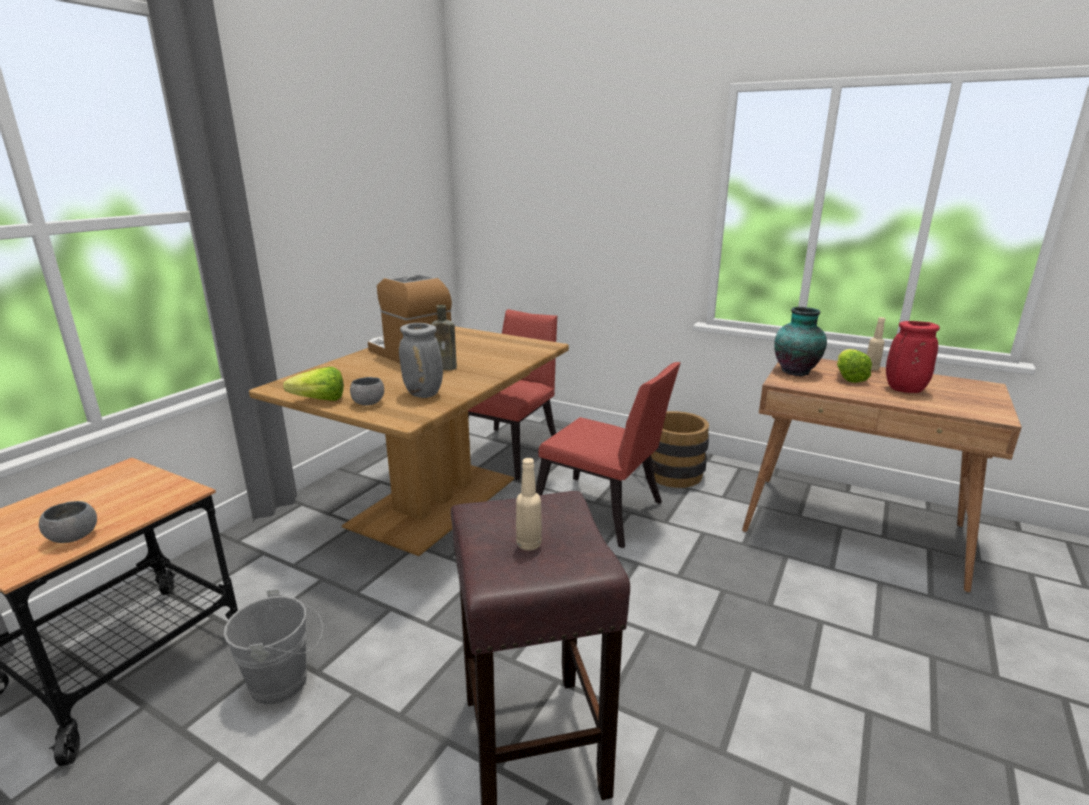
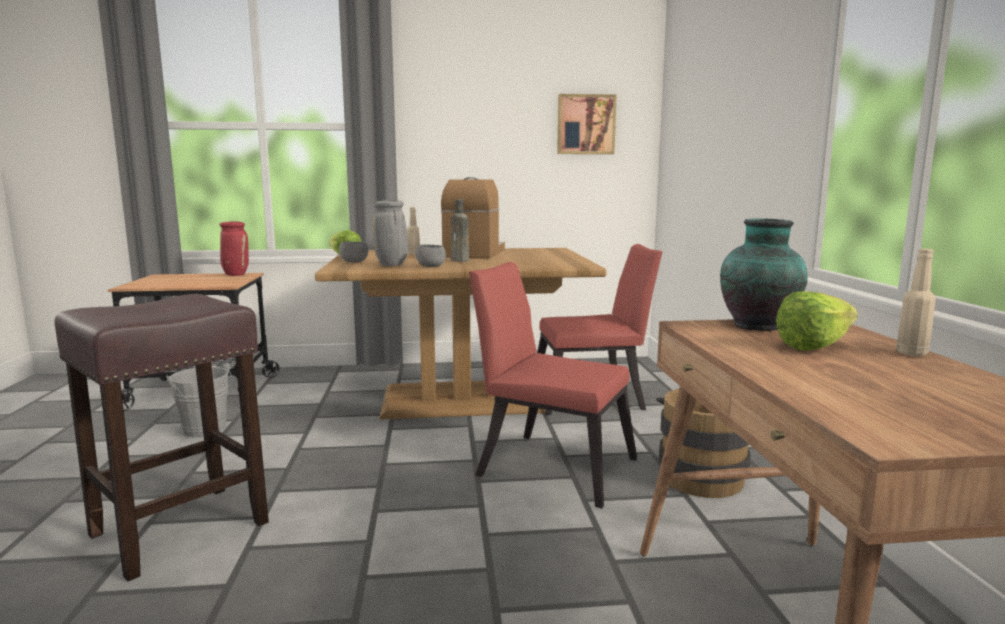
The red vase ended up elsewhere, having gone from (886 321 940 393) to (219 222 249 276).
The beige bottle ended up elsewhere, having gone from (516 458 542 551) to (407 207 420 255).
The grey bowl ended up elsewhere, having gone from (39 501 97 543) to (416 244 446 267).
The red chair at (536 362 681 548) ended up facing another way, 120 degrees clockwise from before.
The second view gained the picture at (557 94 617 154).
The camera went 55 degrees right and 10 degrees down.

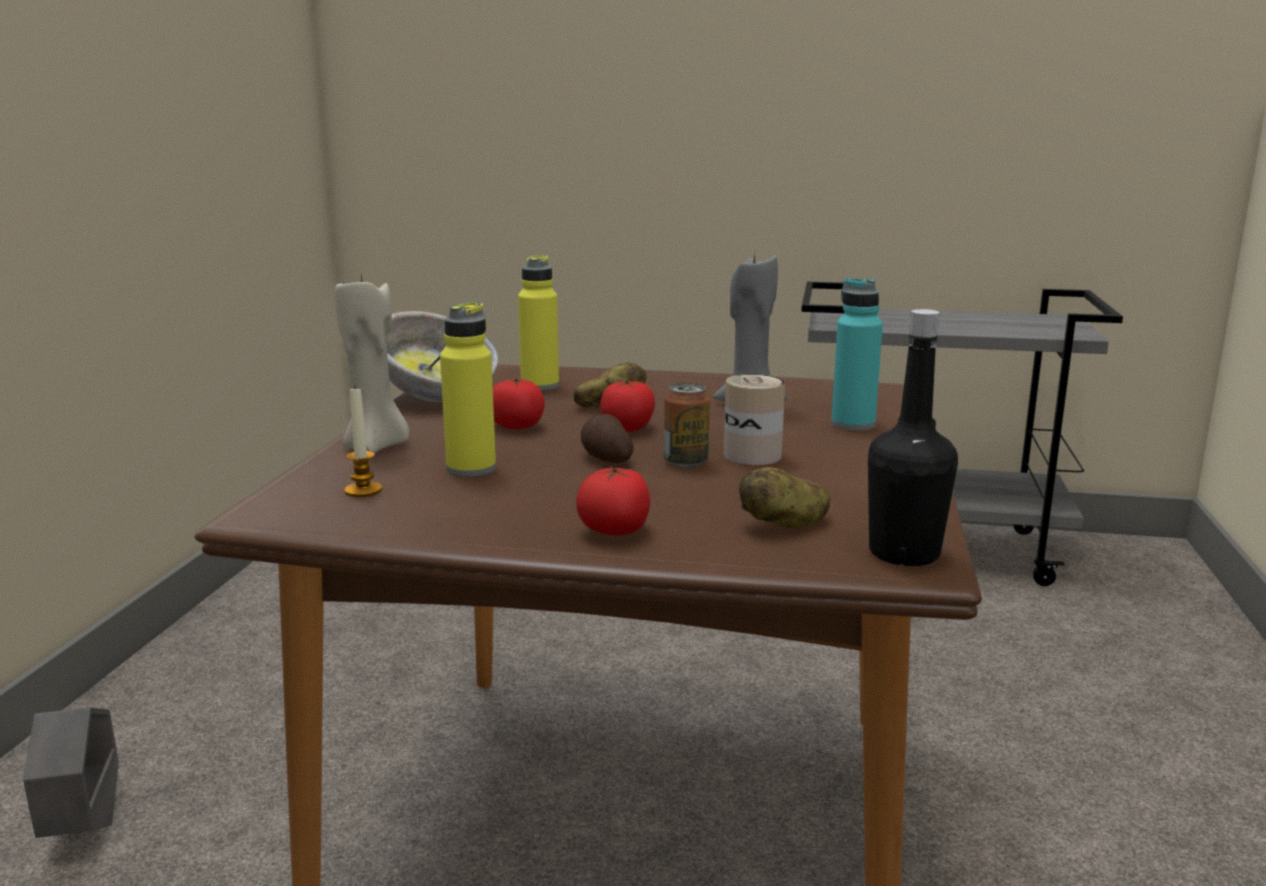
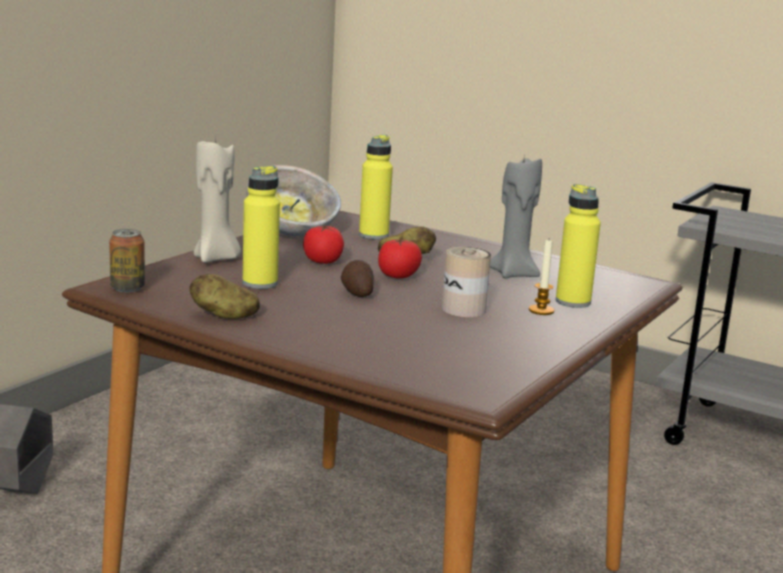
The can ended up elsewhere, having gone from (664 383 710 467) to (109 229 145 293).
The potato ended up elsewhere, having gone from (739 467 830 528) to (189 274 260 319).
The candle ended up elsewhere, having gone from (345 385 382 497) to (529 240 554 315).
What was the turquoise bottle at (831 278 883 431) turned into the yellow bottle at (556 184 601 308).
The second view lost the tomato at (576 466 650 535).
The second view lost the black bottle at (868 309 958 566).
The camera went 20 degrees right and 0 degrees up.

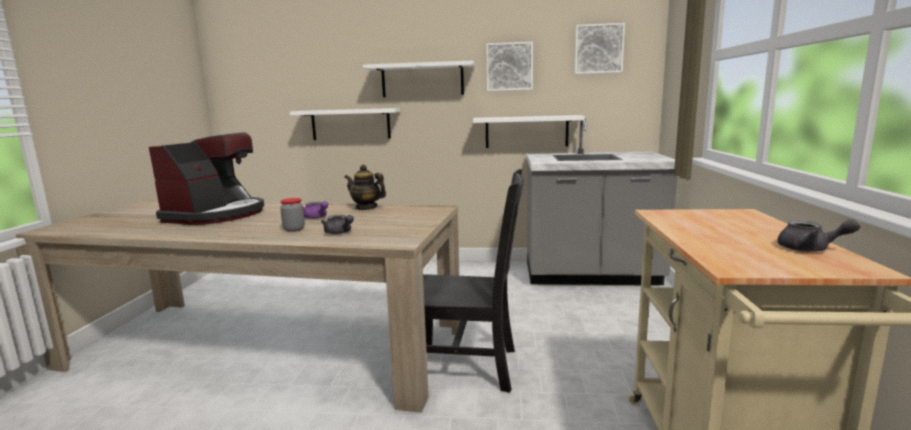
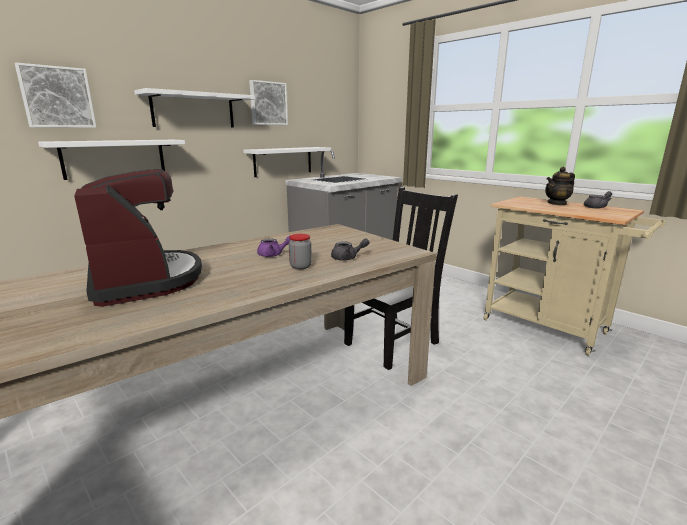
The picture ended up elsewhere, having gone from (574 23 625 74) to (15 63 96 128).
The teapot ended up elsewhere, having gone from (344 165 386 210) to (545 167 575 205).
The camera went 50 degrees left and 5 degrees up.

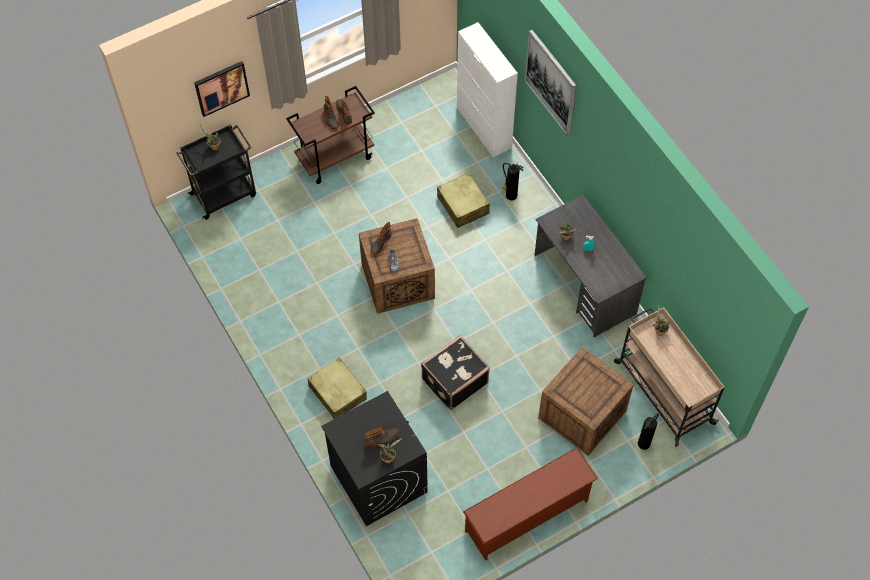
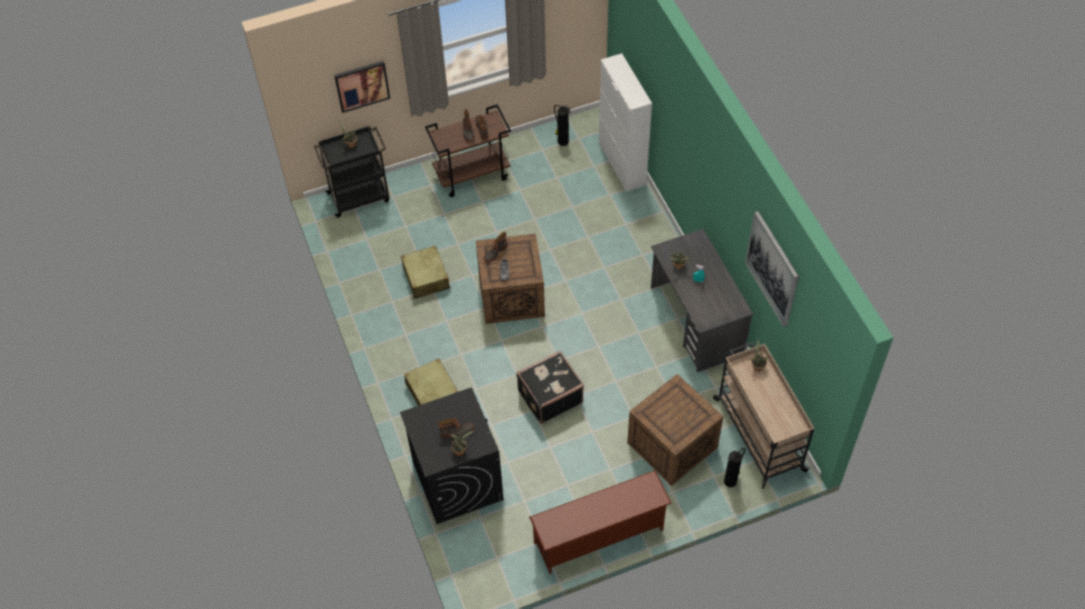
The beige suitcase ended up elsewhere, having gone from (437 173 490 228) to (401 245 450 299).
The fire extinguisher ended up elsewhere, having gone from (503 163 524 201) to (554 105 571 146).
The picture ended up elsewhere, having gone from (525 30 577 135) to (745 211 799 327).
The camera went 10 degrees right and 5 degrees down.

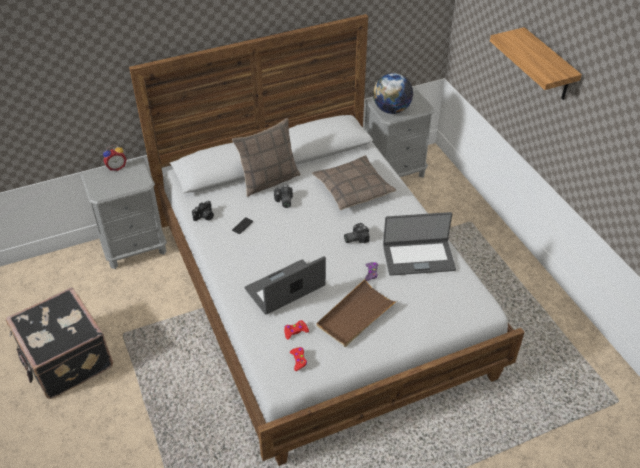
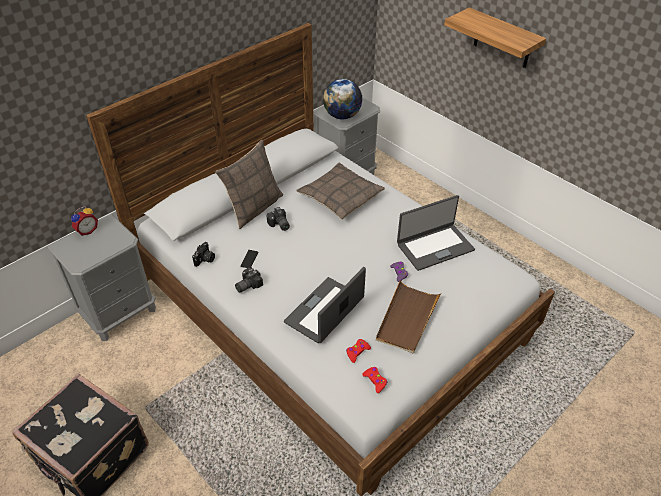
The photo camera ended up elsewhere, having gone from (344 223 370 243) to (235 267 263 293).
The camera went 20 degrees left and 0 degrees up.

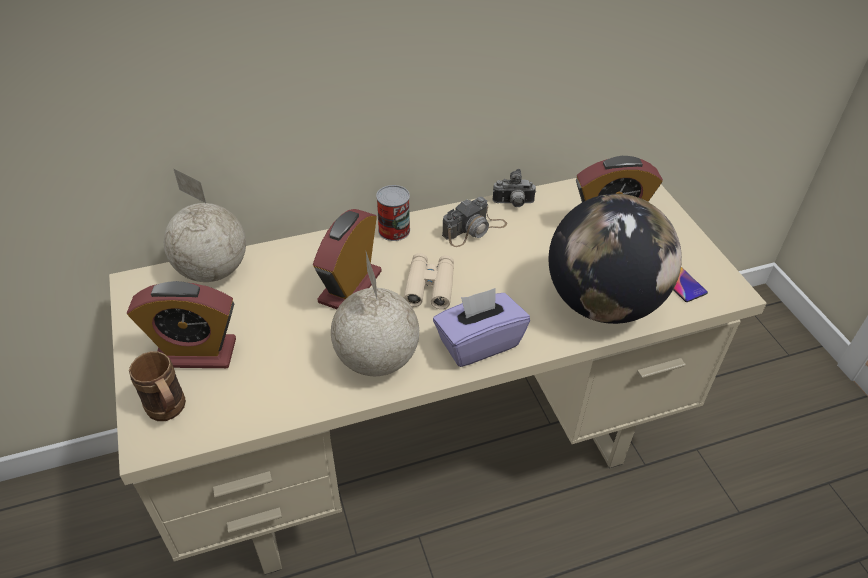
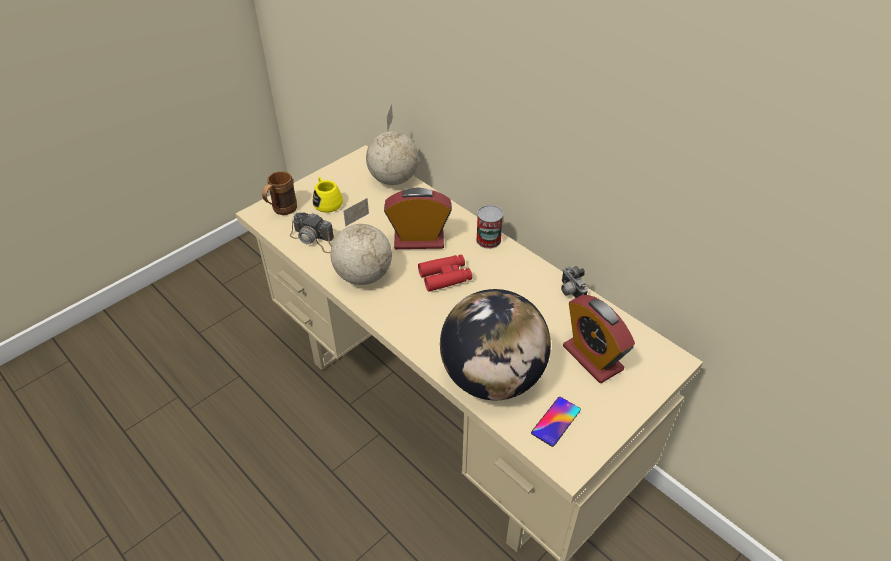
The photo camera ended up elsewhere, having gone from (442 197 507 247) to (290 212 334 253).
Where the alarm clock stood at (127 281 236 368), the yellow mug came to stand at (313 177 343 213).
What was the beige binoculars at (403 253 454 309) turned into the red binoculars at (418 254 472 292).
The second view lost the purple tissue box at (433 288 530 367).
The camera went 65 degrees right and 0 degrees up.

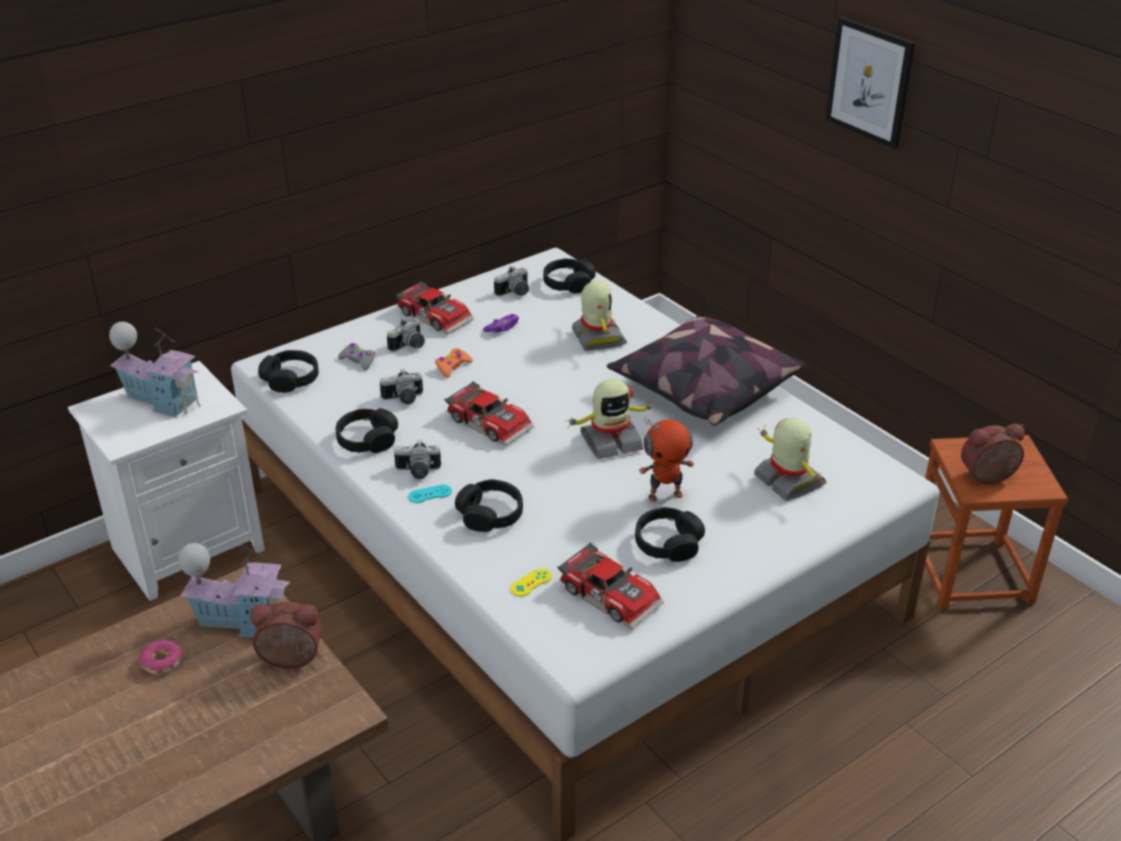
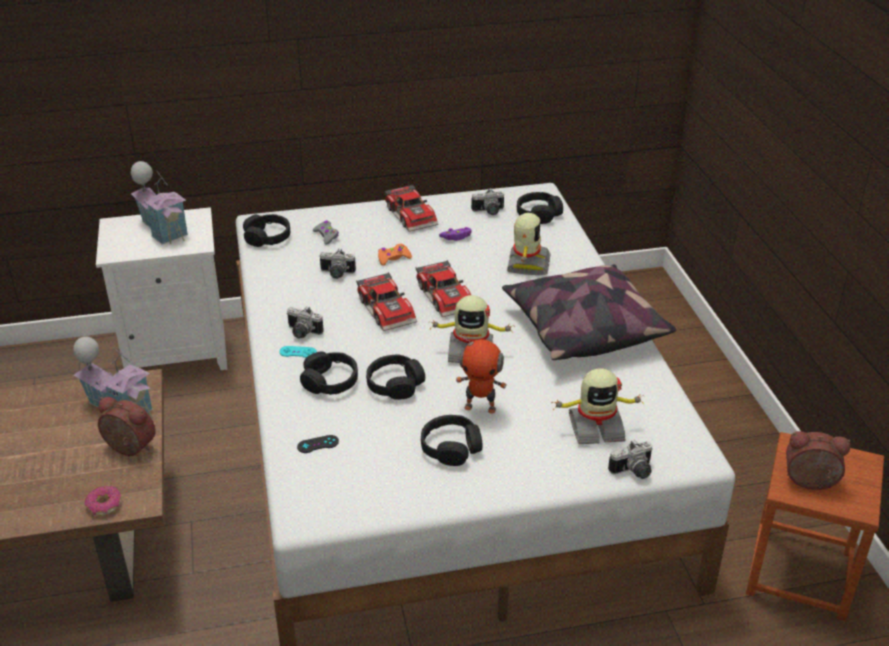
The donut ended up elsewhere, having gone from (139 639 182 674) to (85 486 122 516).
What was the yellow game controller at (510 568 552 597) turned into the black game controller at (297 435 339 453).
The black headphones ended up elsewhere, having gone from (336 408 398 453) to (366 354 425 400).
The toy car ended up elsewhere, having gone from (557 543 664 629) to (415 260 471 317).
The toy robot at (754 418 826 501) ended up facing another way, 90 degrees clockwise from before.
The photo camera ended up elsewhere, having gone from (387 318 425 352) to (608 440 653 479).
The second view lost the picture at (826 17 915 149).
The camera went 25 degrees right and 0 degrees up.

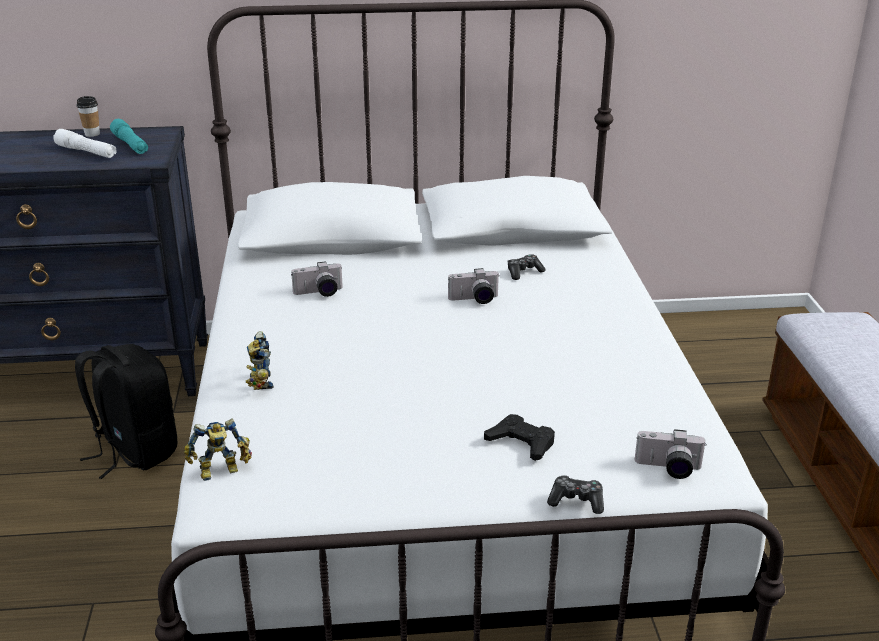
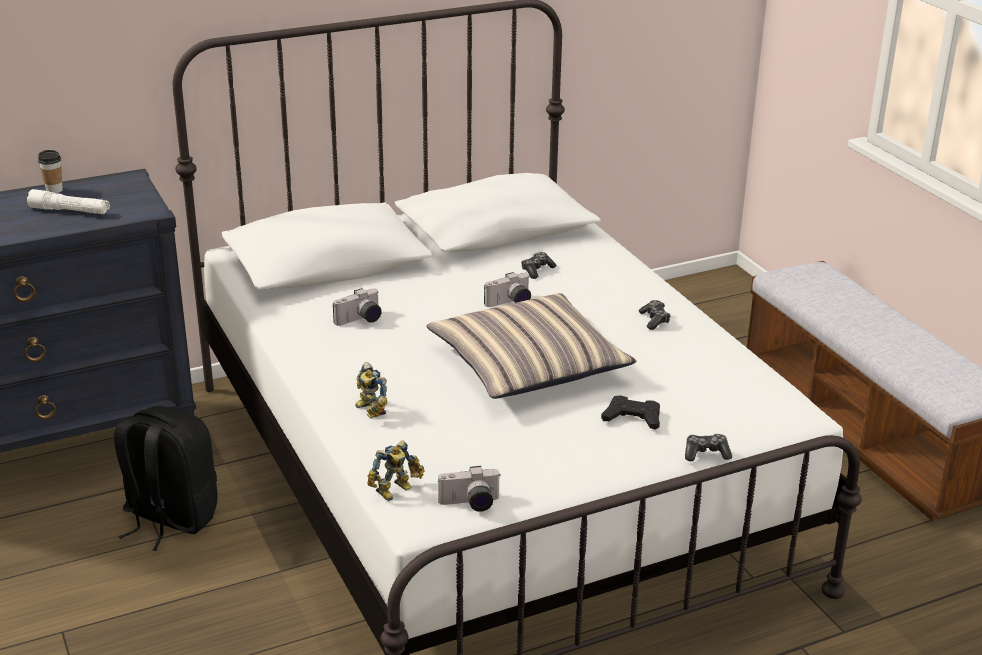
The second view gained the pillow at (426 293 636 399).
The photo camera ended up elsewhere, having gone from (635 429 707 479) to (437 466 500 512).
The second view gained the game controller at (639 300 671 330).
The second view lost the turquoise flashlight at (110 119 148 154).
The camera went 20 degrees left and 0 degrees up.

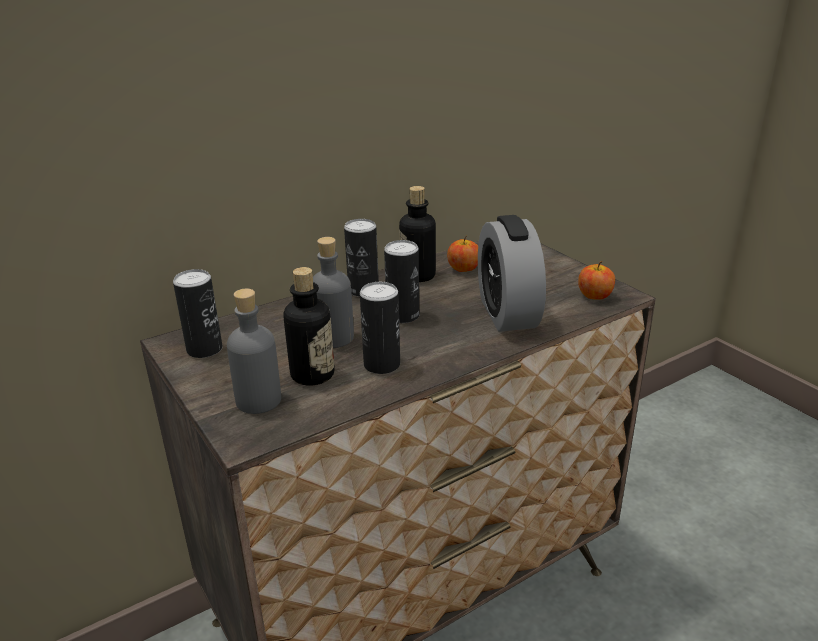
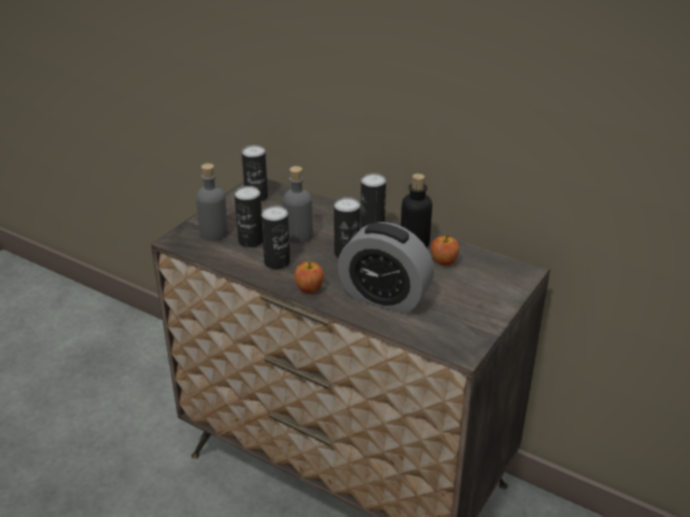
Where the bottle stood at (283 267 335 385), the can came to stand at (234 186 263 248).
The apple ended up elsewhere, having gone from (578 261 615 300) to (295 262 324 293).
The alarm clock at (478 215 546 332) ended up facing another way, 120 degrees counterclockwise from before.
The camera went 65 degrees right and 5 degrees up.

